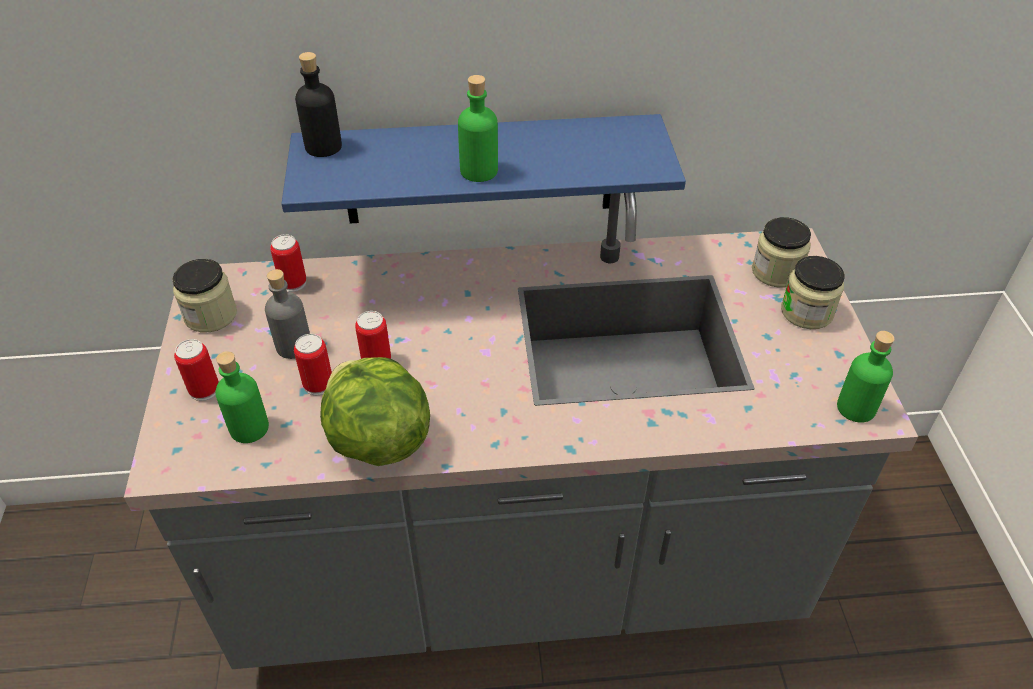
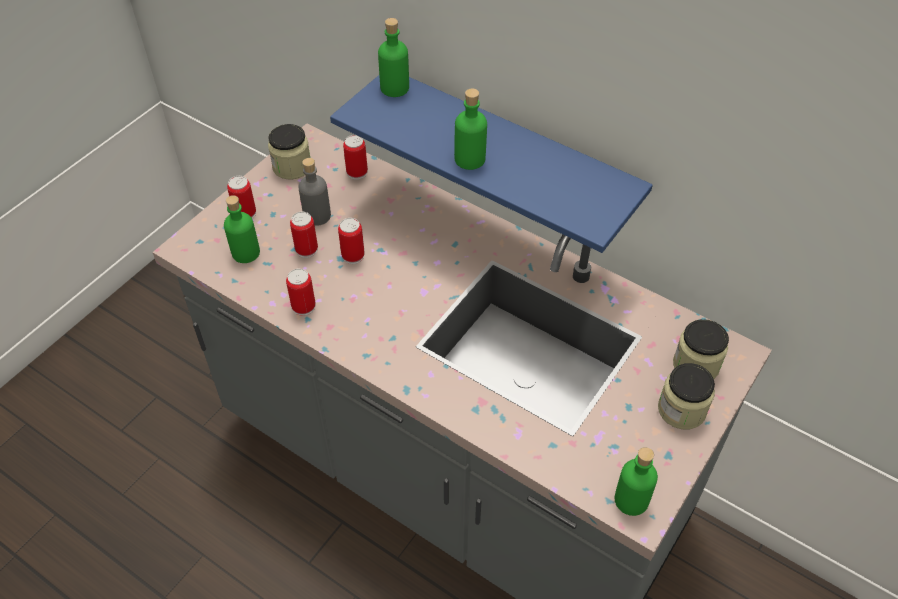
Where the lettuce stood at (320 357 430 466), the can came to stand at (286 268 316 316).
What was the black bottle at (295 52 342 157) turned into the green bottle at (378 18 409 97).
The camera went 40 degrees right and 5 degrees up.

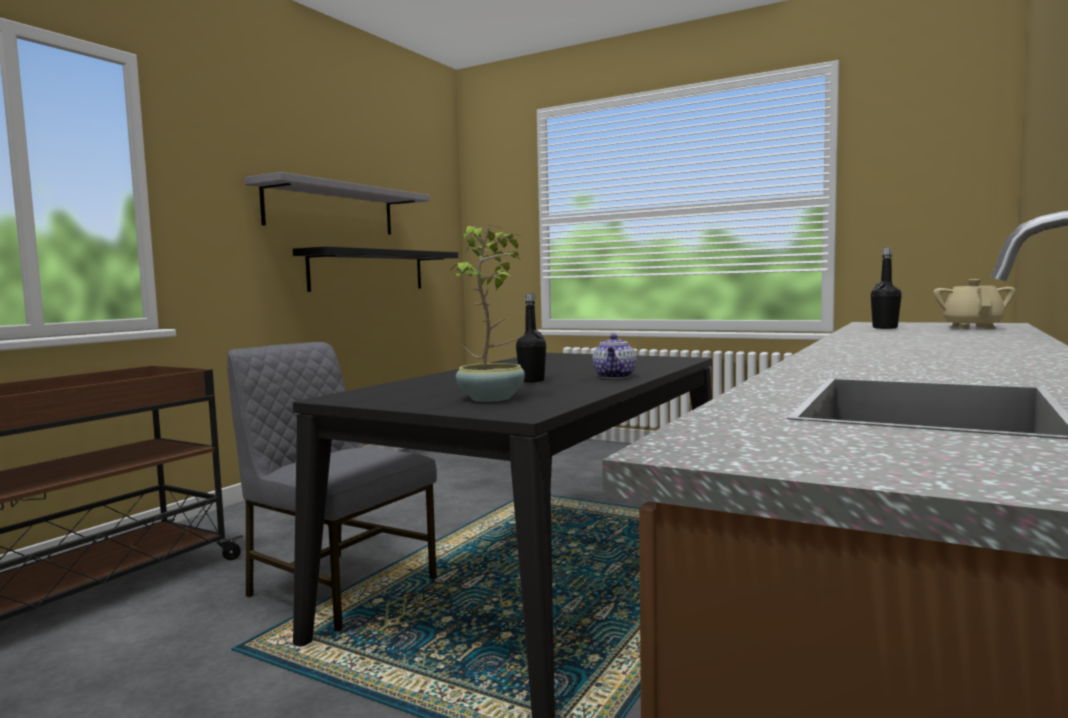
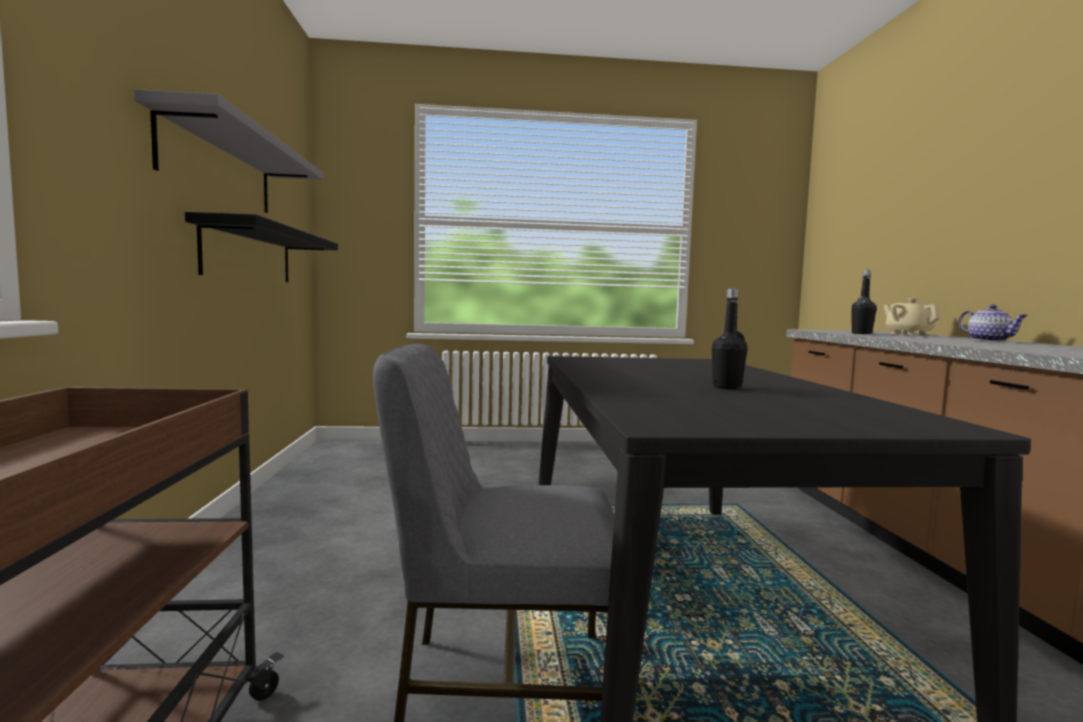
The teapot ended up elsewhere, having gone from (593 334 636 379) to (958 305 1028 342).
The second view lost the potted plant at (448 225 526 402).
The camera went 35 degrees left and 0 degrees up.

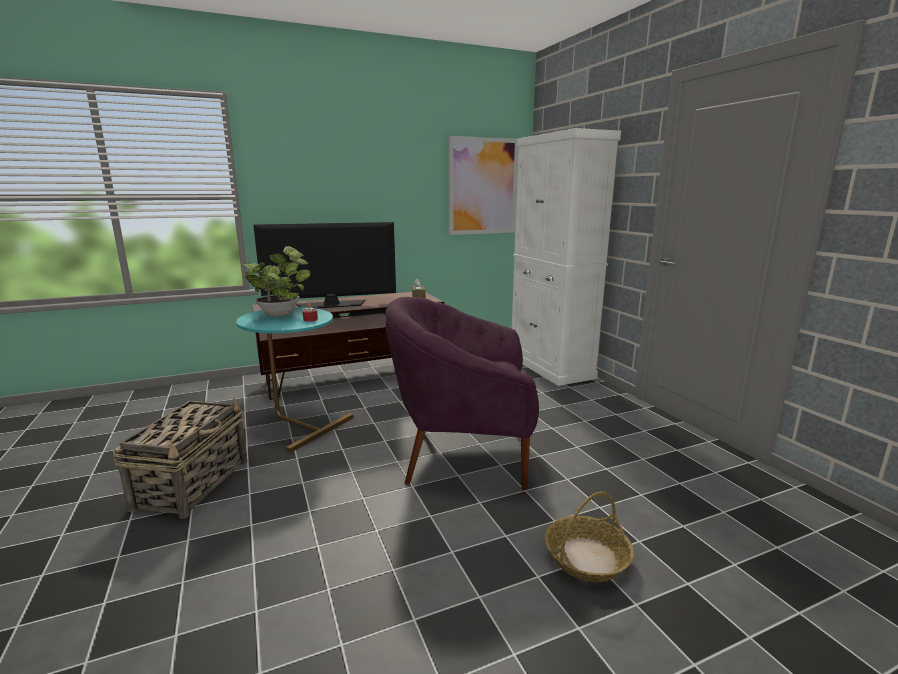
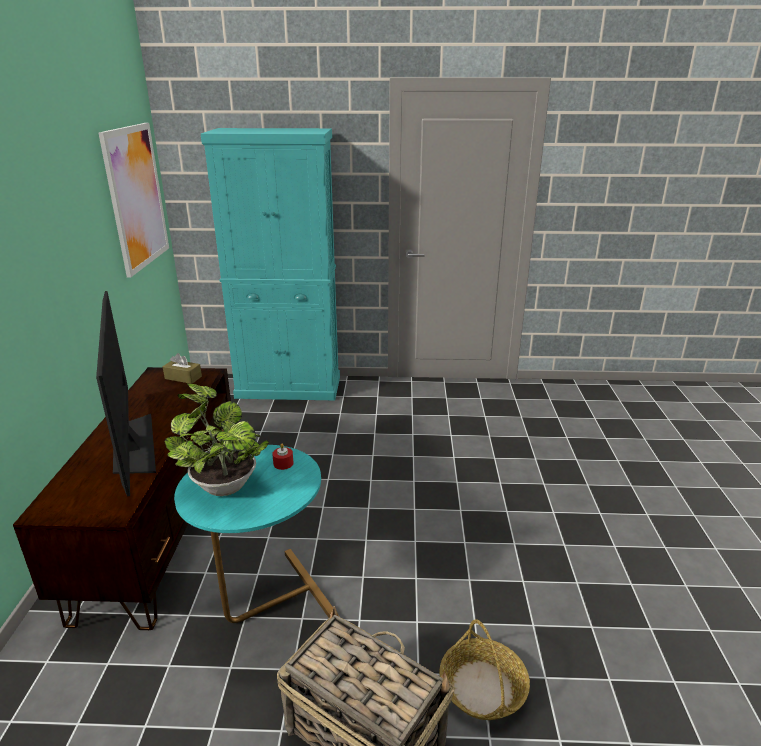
The television at (253 222 396 309) ended up facing another way, 150 degrees clockwise from before.
What was the white cabinet at (512 128 621 386) turned into the turquoise cabinet at (201 128 340 400).
The basket ended up elsewhere, having gone from (545 491 634 582) to (439 619 530 720).
The second view lost the purple armchair at (385 297 539 490).
The camera went 65 degrees left and 10 degrees up.

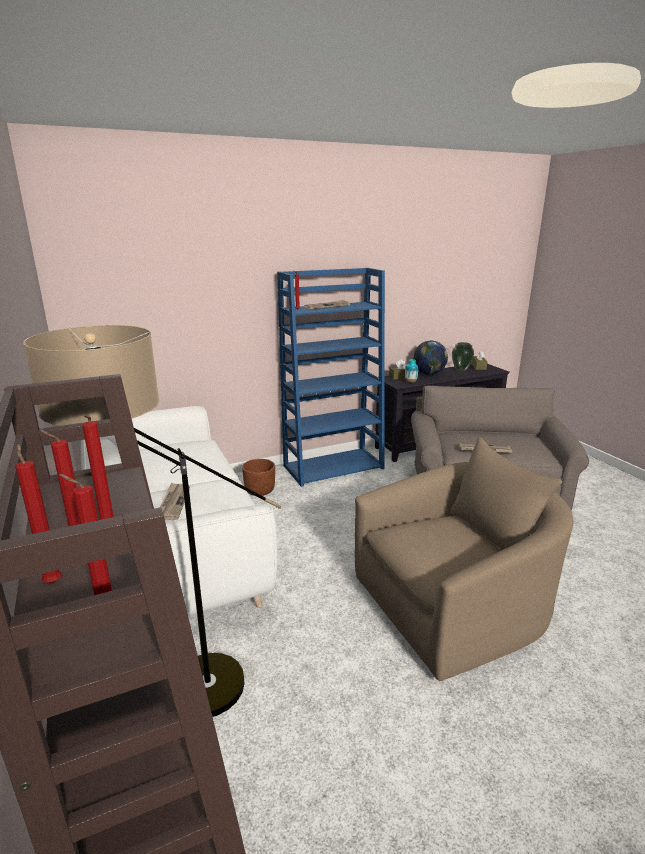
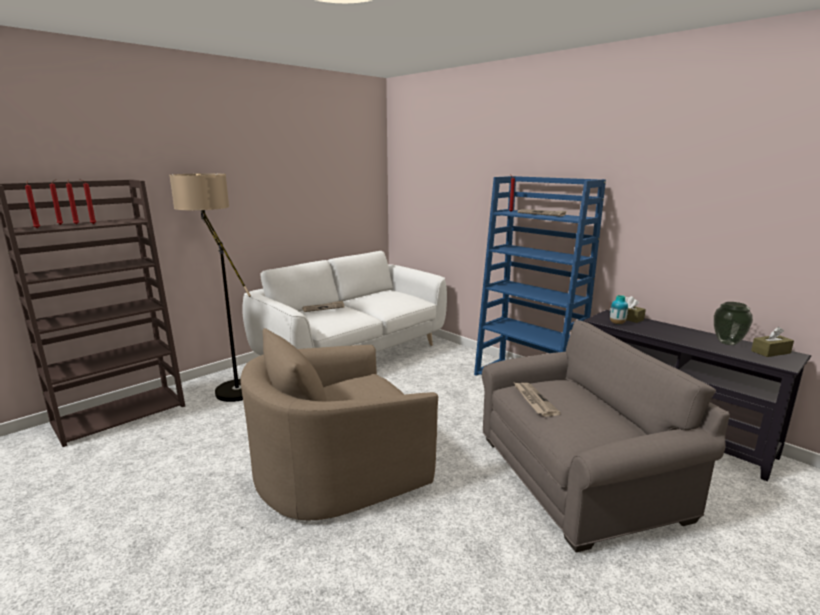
The beige armchair at (355 437 574 681) ended up facing another way, 105 degrees clockwise from before.
The second view lost the brown planter at (242 459 275 496).
The second view lost the globe at (413 341 448 375).
The camera went 70 degrees right and 5 degrees down.

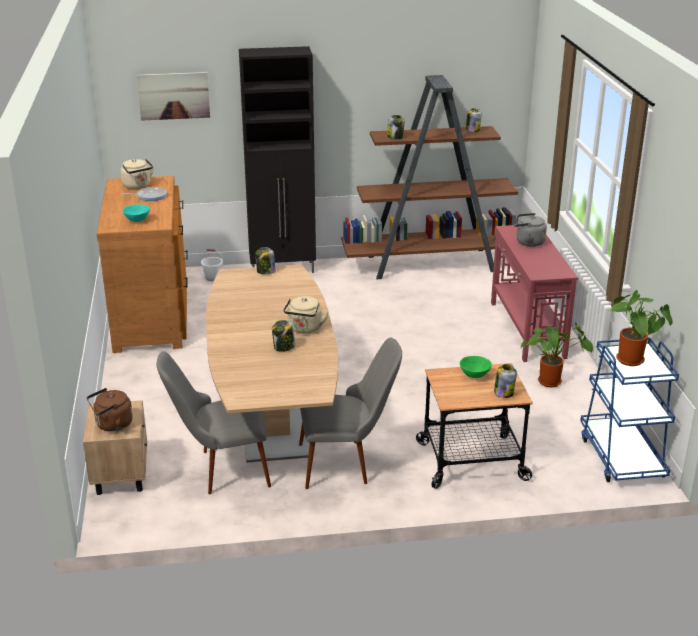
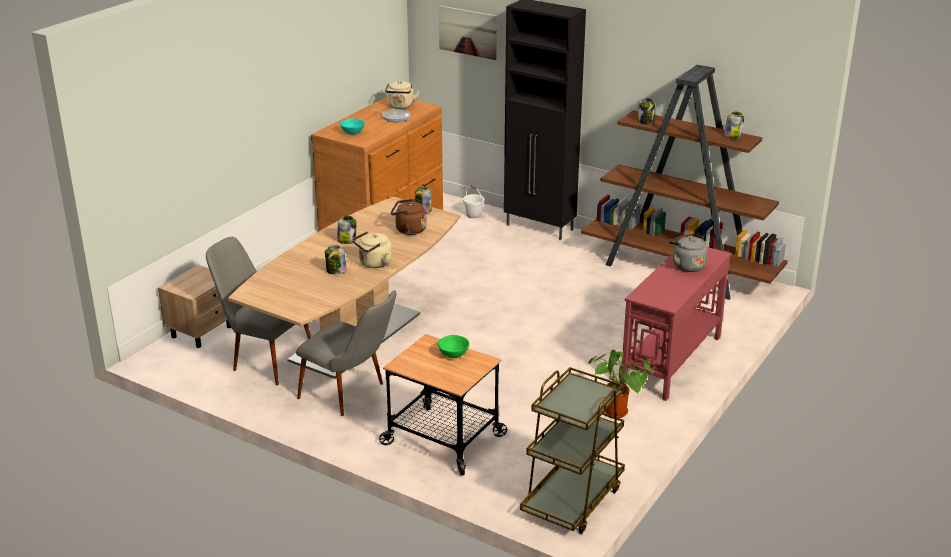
The jar ended up elsewhere, having gone from (494 364 517 398) to (337 216 356 244).
The brown kettle ended up elsewhere, having gone from (87 388 133 432) to (391 199 427 235).
What was the blue cart at (580 337 679 482) turned into the brown cart at (520 367 625 534).
The second view lost the potted plant at (609 290 673 366).
The camera went 40 degrees right and 0 degrees up.

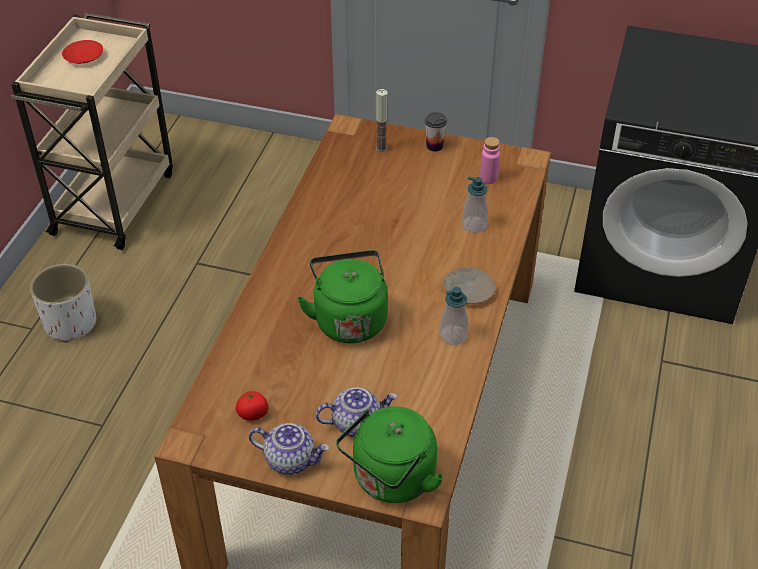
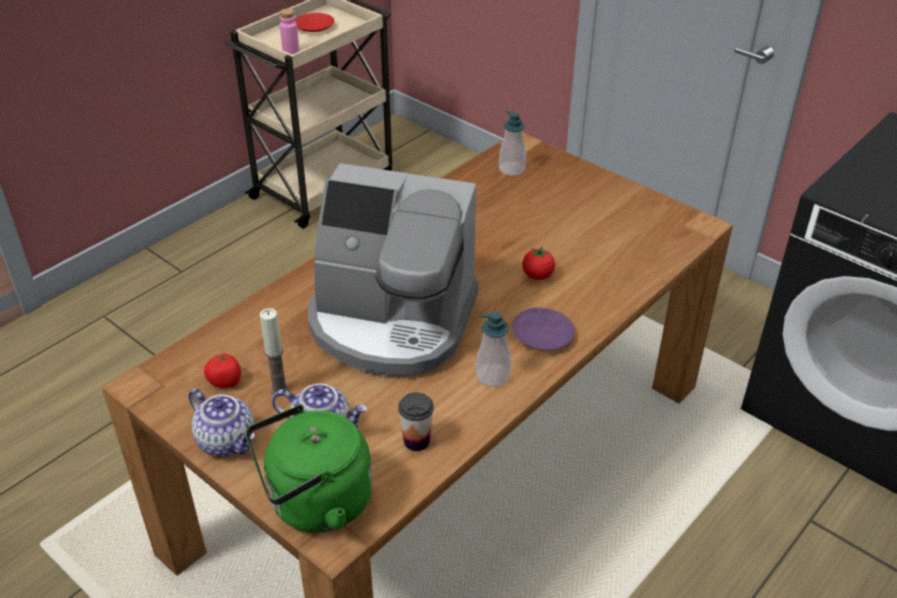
The candle ended up elsewhere, having gone from (376 89 388 152) to (259 308 289 396).
The pink bottle ended up elsewhere, having gone from (480 137 500 184) to (280 9 300 55).
Where the green kettle stood at (297 250 388 343), the coffee machine came to stand at (308 163 479 377).
The cup ended up elsewhere, having gone from (425 112 447 152) to (398 392 434 451).
The soap dispenser ended up elsewhere, having gone from (462 177 488 233) to (499 110 526 176).
What was the beige plate at (443 268 495 304) turned into the purple plate at (512 308 575 350).
The second view gained the tomato at (522 247 555 280).
The second view lost the white planter at (30 263 96 343).
The camera went 25 degrees right and 5 degrees down.

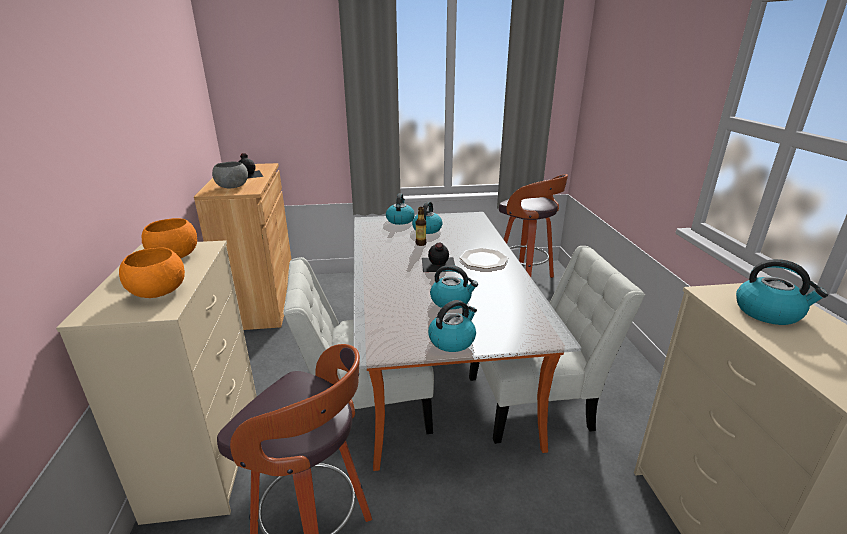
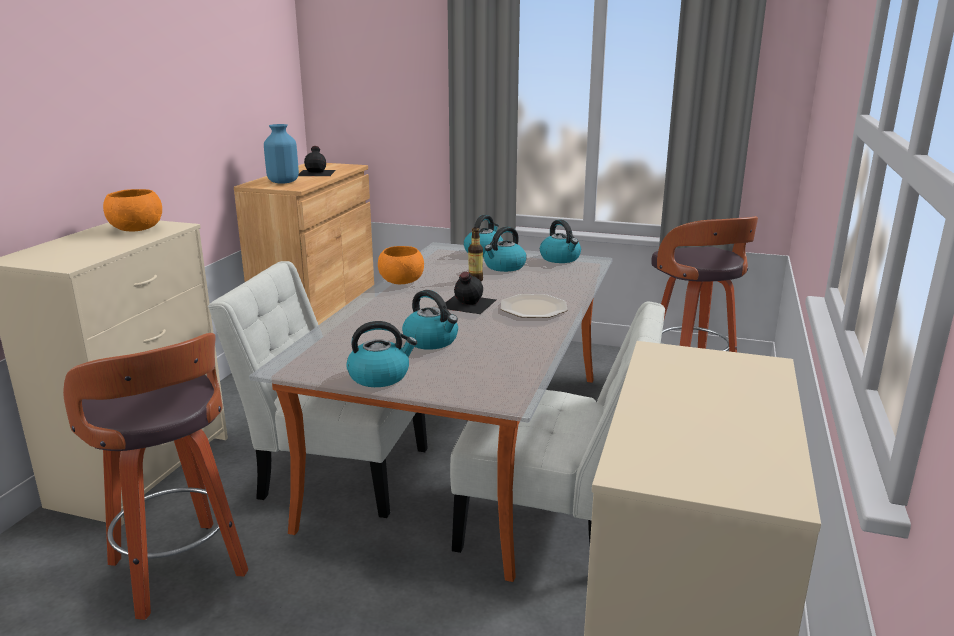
Where the grey bowl stood at (212 161 248 189), the blue vase came to stand at (264 124 299 183).
The orange bowl ended up elsewhere, having gone from (119 247 185 298) to (378 246 424 284).
The kettle ended up elsewhere, having gone from (736 259 828 325) to (540 220 581 263).
The camera went 25 degrees right and 5 degrees down.

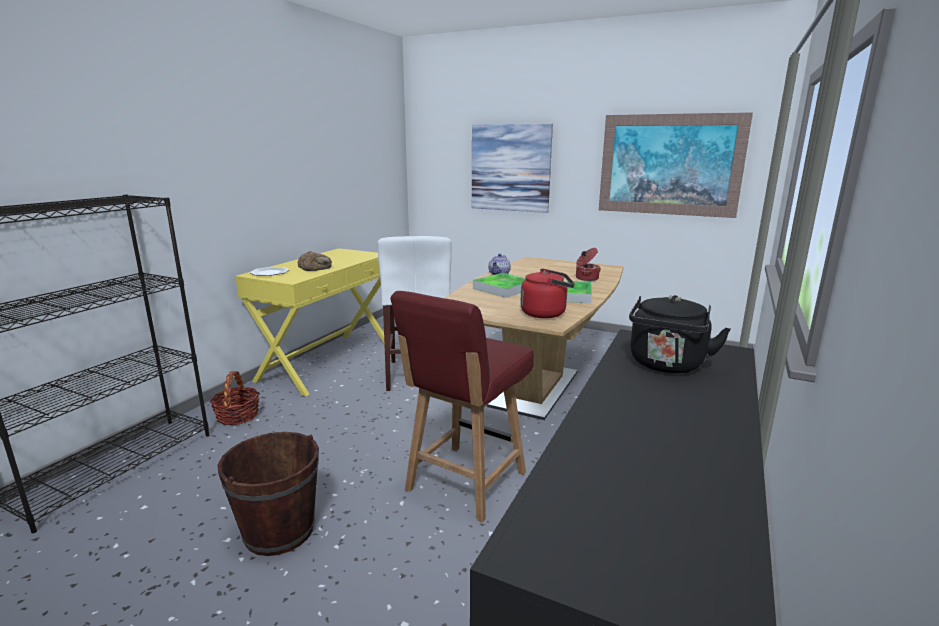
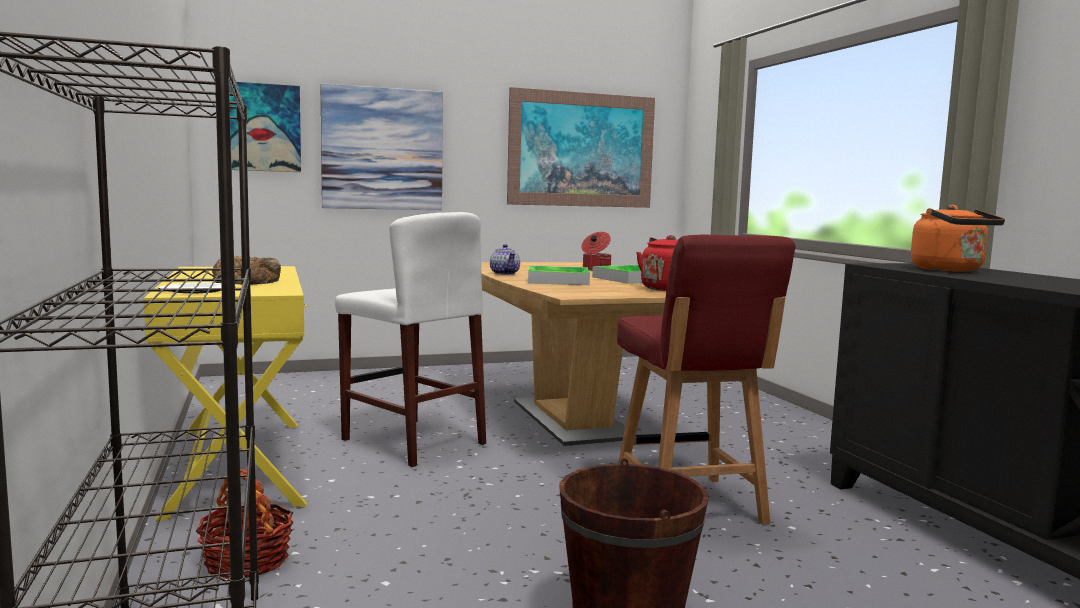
The second view gained the picture at (229 82 301 172).
What was the black kettle at (629 295 731 373) turned into the orange kettle at (911 205 1005 272).
The camera went 45 degrees left and 10 degrees down.

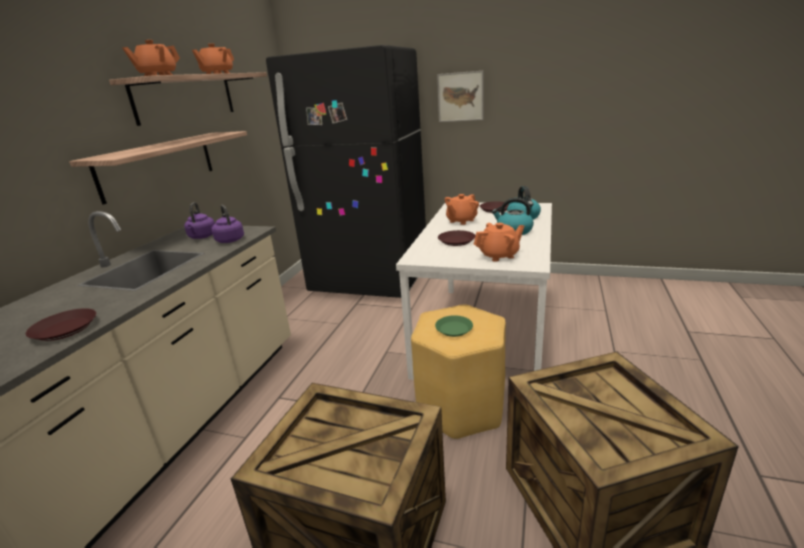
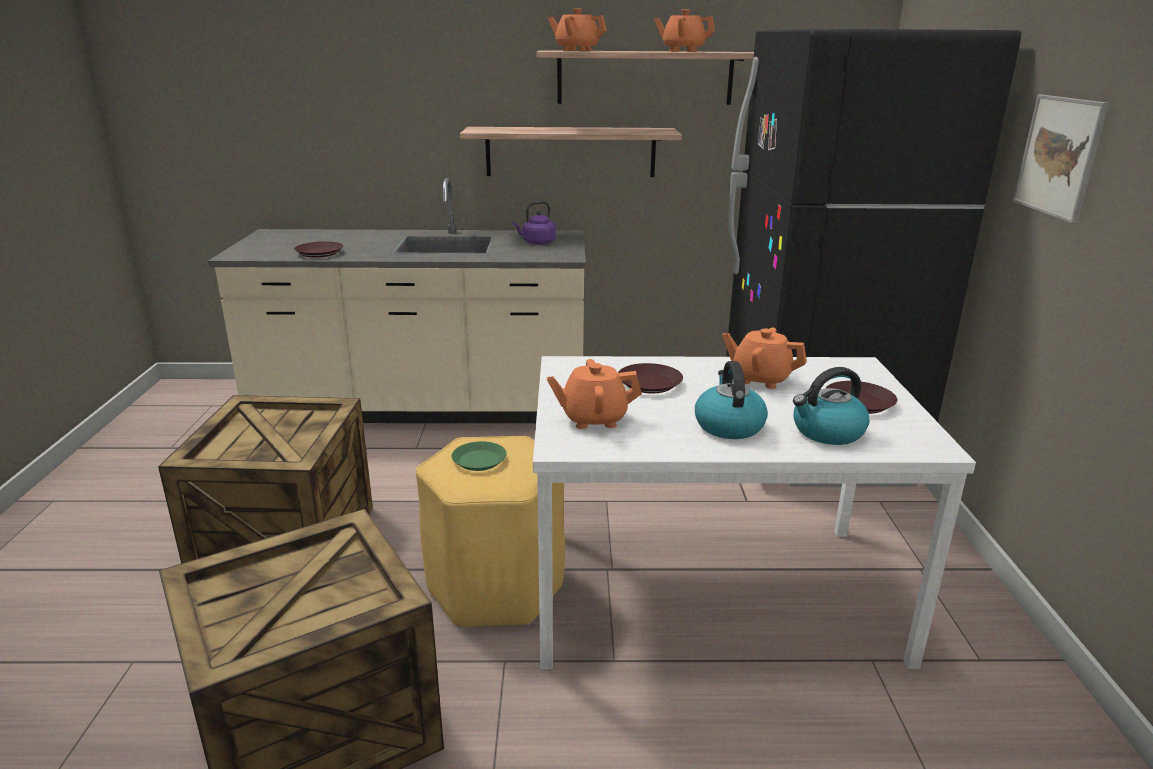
The orange teapot at (474 223 524 262) ended up facing another way, 120 degrees clockwise from before.
The second view lost the purple kettle at (212 205 244 243).
The camera went 70 degrees right and 0 degrees up.

